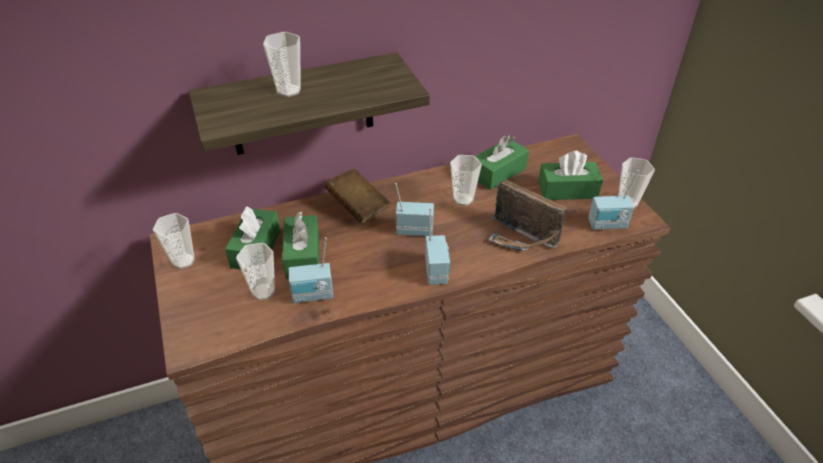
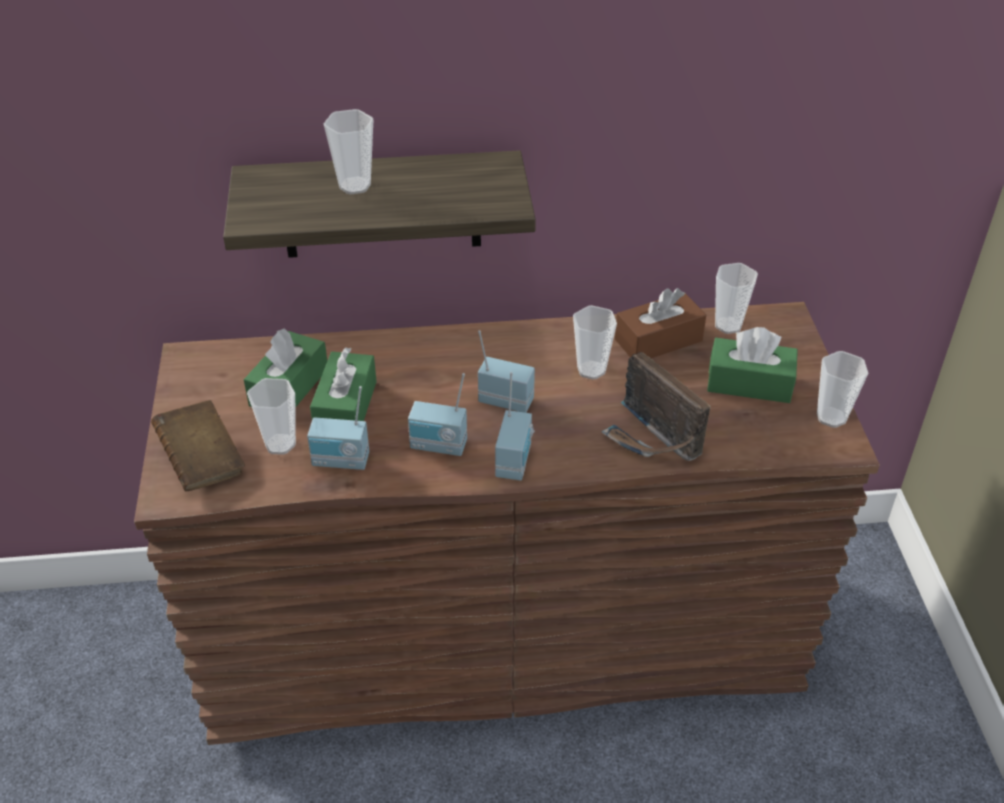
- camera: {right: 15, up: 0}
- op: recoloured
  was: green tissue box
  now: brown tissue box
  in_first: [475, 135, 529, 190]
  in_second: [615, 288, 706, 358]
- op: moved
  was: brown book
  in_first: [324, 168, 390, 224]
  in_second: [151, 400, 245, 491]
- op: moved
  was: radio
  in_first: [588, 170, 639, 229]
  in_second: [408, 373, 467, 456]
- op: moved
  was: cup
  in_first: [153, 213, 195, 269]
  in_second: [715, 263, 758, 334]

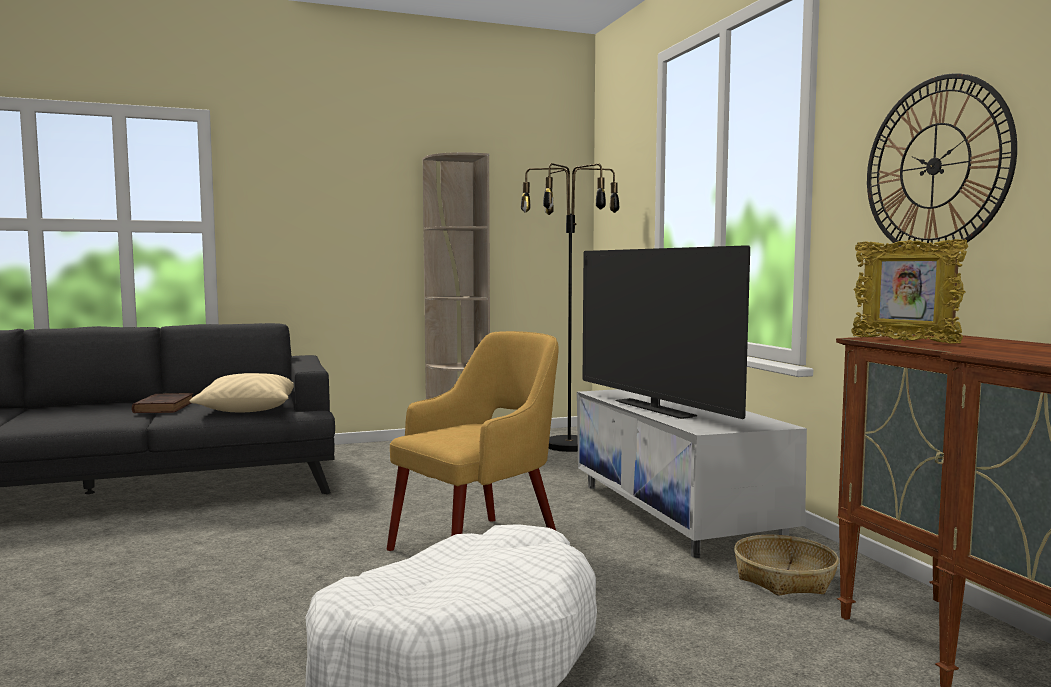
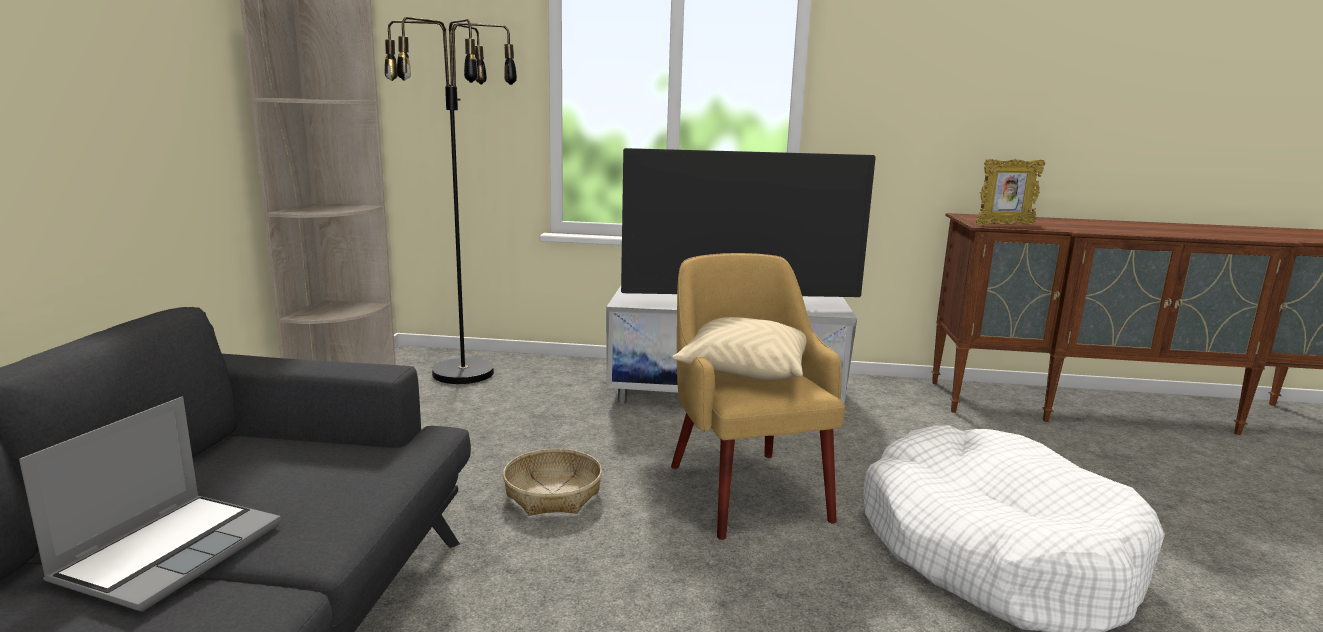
- camera: {right: -65, up: 10}
- op: removed
  was: wall clock
  in_first: [867, 73, 1017, 247]
- op: moved
  was: beige pillow
  in_first: [189, 373, 294, 412]
  in_second: [672, 317, 806, 380]
- op: replaced
  was: brown book
  now: laptop
  in_first: [132, 393, 193, 413]
  in_second: [19, 397, 281, 611]
- op: moved
  was: basket
  in_first: [734, 535, 839, 596]
  in_second: [503, 449, 602, 516]

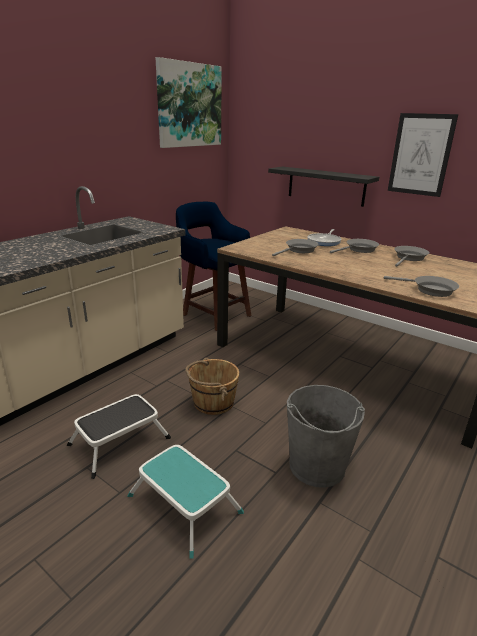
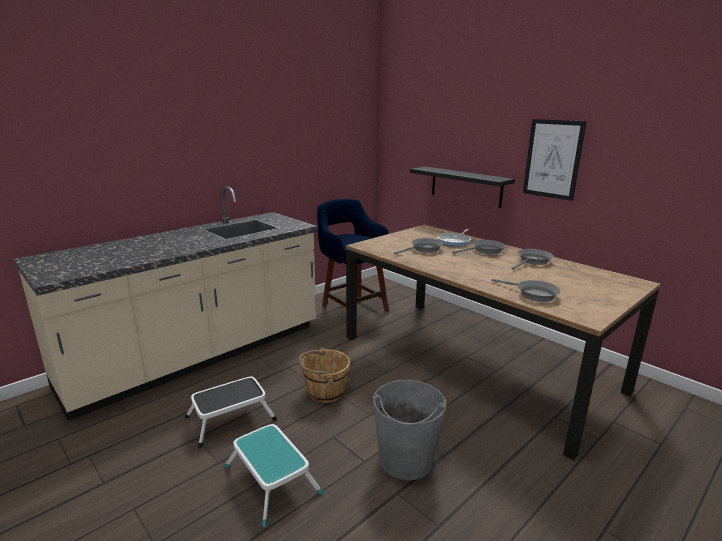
- camera: {right: 10, up: -5}
- op: removed
  was: picture
  in_first: [155, 57, 222, 148]

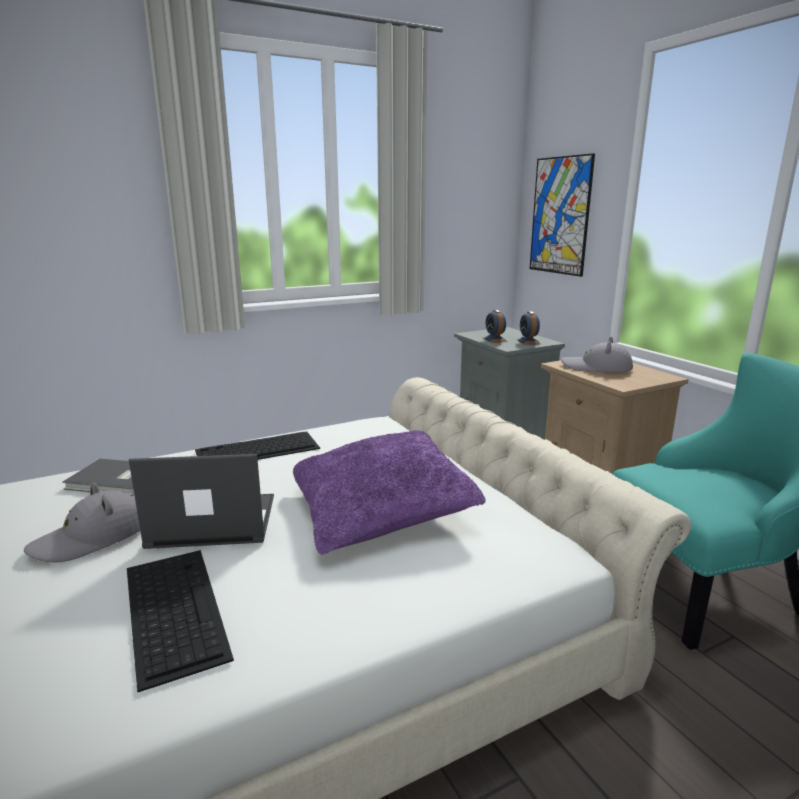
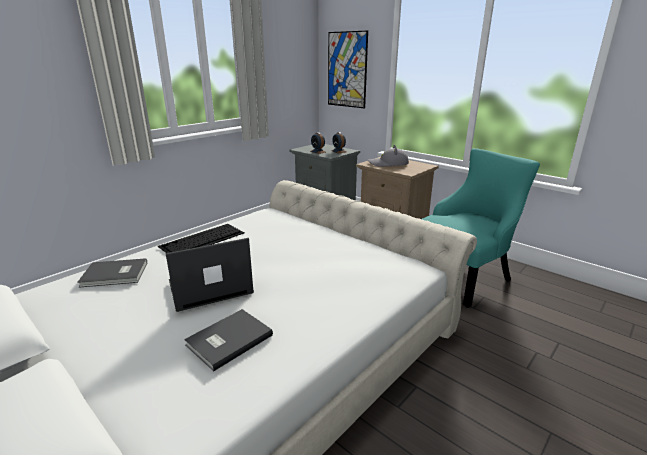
- camera: {right: -20, up: 5}
- op: removed
  was: purple pillow
  in_first: [293, 430, 486, 555]
- op: removed
  was: grey hat
  in_first: [24, 483, 140, 563]
- op: replaced
  was: keyboard
  now: grey book
  in_first: [127, 550, 234, 692]
  in_second: [184, 309, 273, 371]

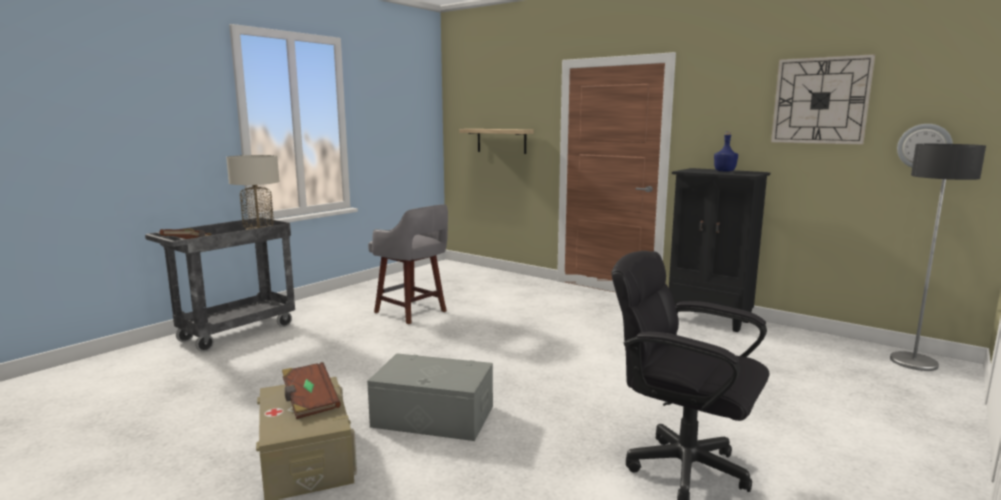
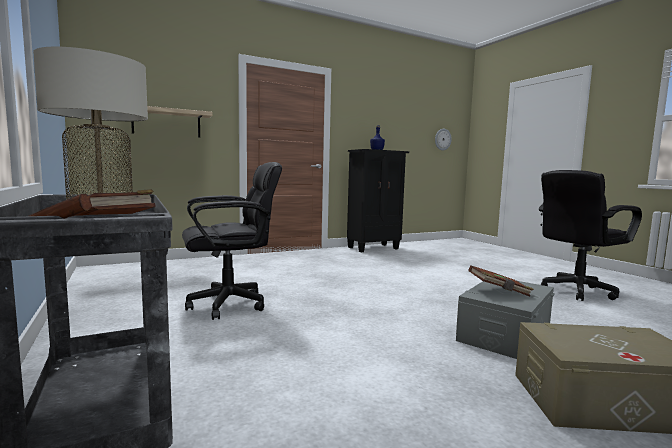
- camera: {right: -65, up: -5}
- op: removed
  was: wall clock
  in_first: [771, 54, 875, 144]
- op: removed
  was: floor lamp
  in_first: [890, 144, 986, 371]
- op: replaced
  was: grey stool
  now: black office chair
  in_first: [368, 204, 448, 324]
  in_second: [182, 162, 282, 320]
- op: moved
  was: brown book
  in_first: [282, 362, 341, 419]
  in_second: [469, 266, 534, 297]

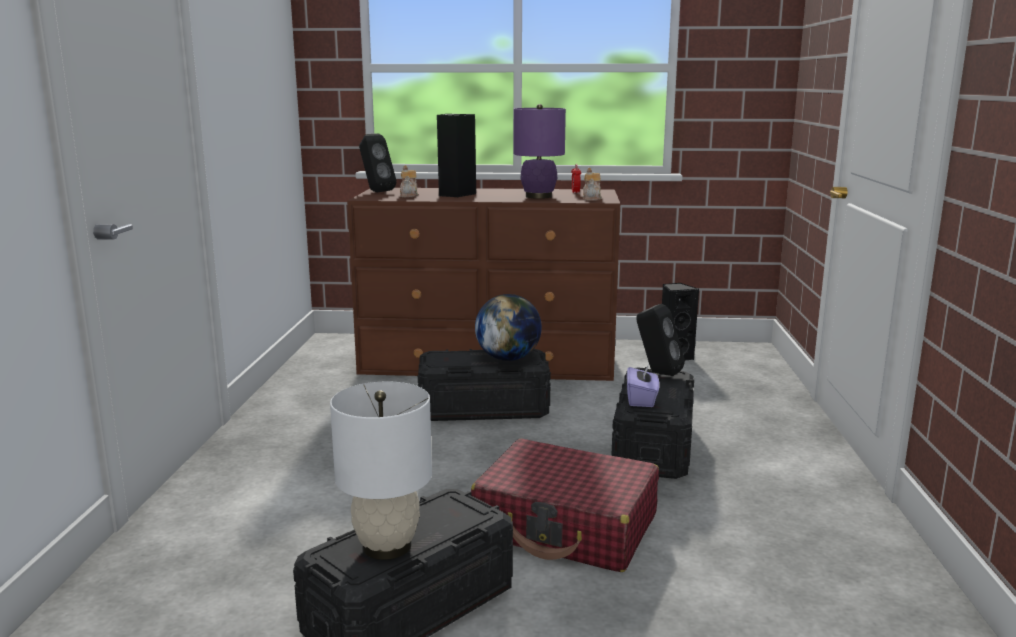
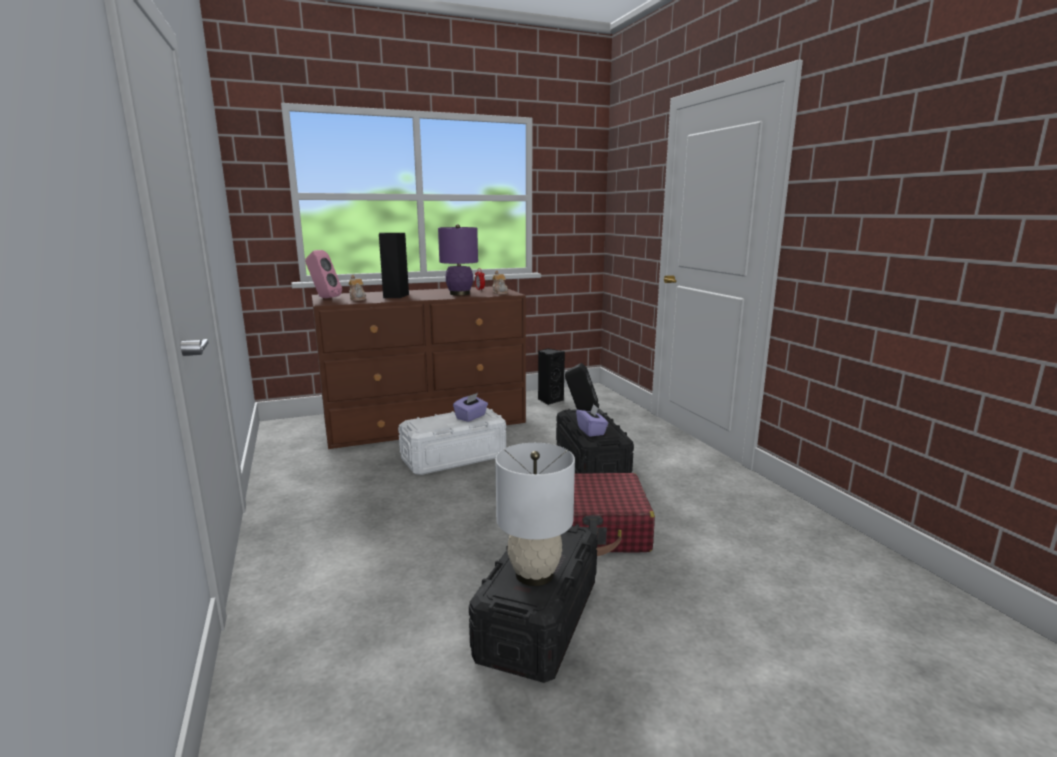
- camera: {right: -25, up: 0}
- op: recoloured
  was: black speaker
  now: pink speaker
  in_first: [359, 133, 397, 192]
  in_second: [305, 250, 342, 298]
- op: replaced
  was: globe
  now: purple tissue box
  in_first: [475, 294, 542, 361]
  in_second: [453, 393, 488, 422]
- op: recoloured
  was: black storage box
  now: white storage box
  in_first: [418, 349, 551, 421]
  in_second: [398, 408, 506, 475]

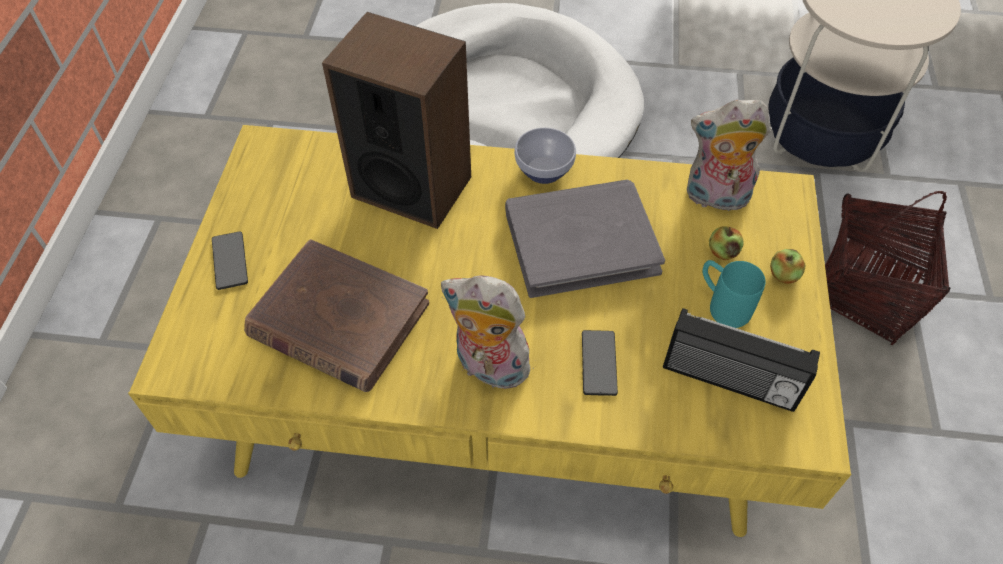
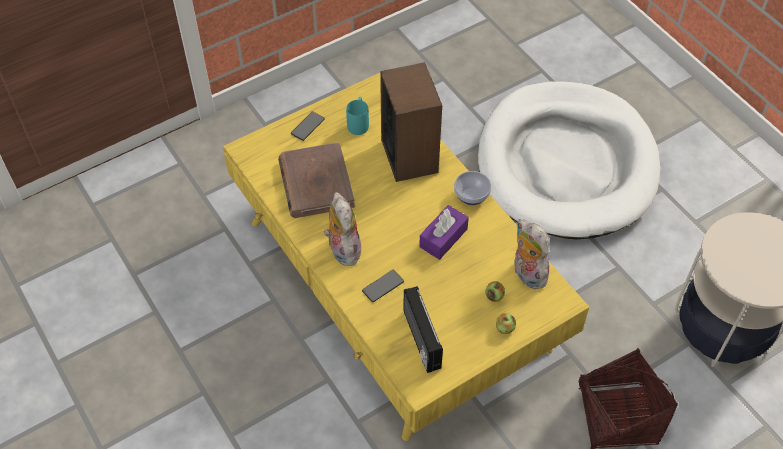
- camera: {right: 50, up: 0}
- op: replaced
  was: grey book
  now: purple tissue box
  in_first: [505, 180, 665, 298]
  in_second: [419, 205, 469, 260]
- op: moved
  was: turquoise mug
  in_first: [702, 260, 766, 328]
  in_second: [346, 96, 369, 135]

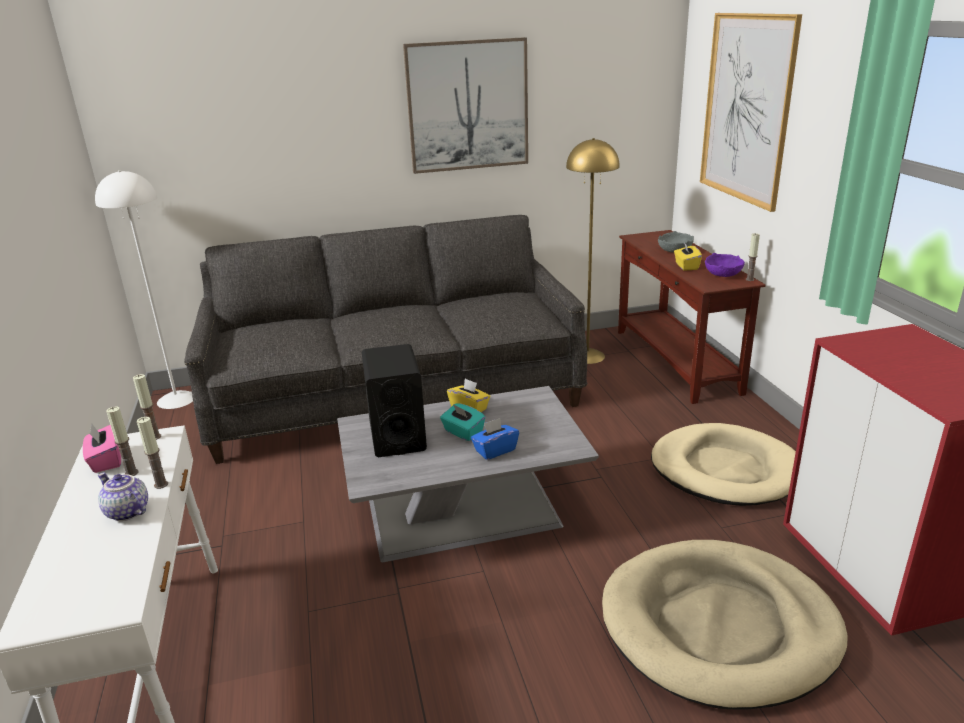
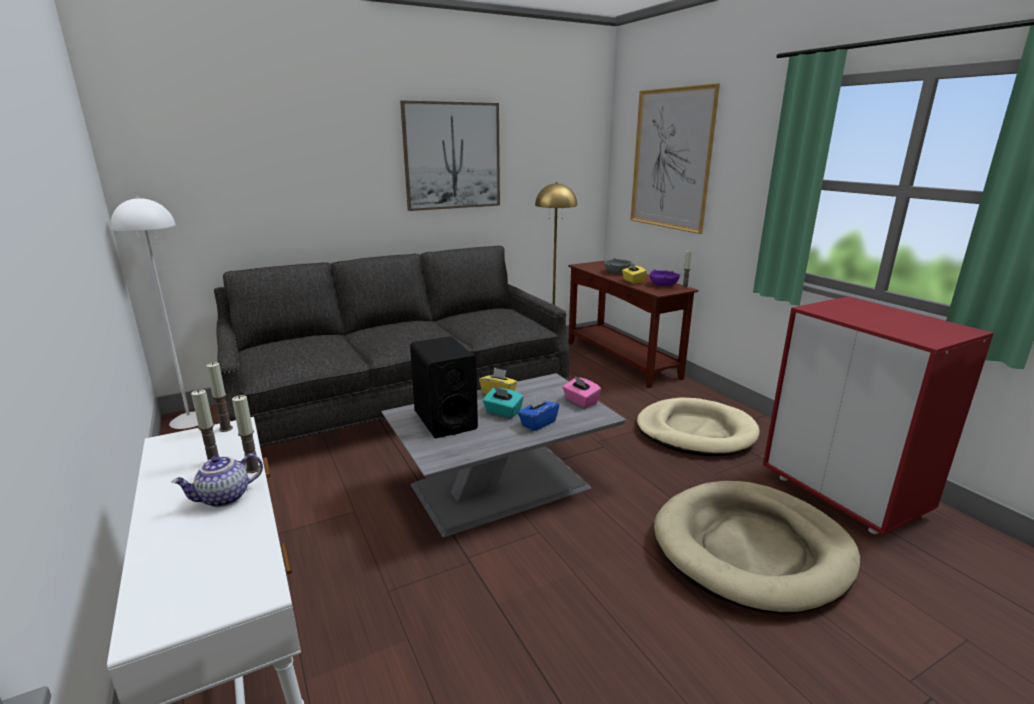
- camera: {right: -15, up: -5}
- op: moved
  was: pink tissue box
  in_first: [83, 423, 121, 473]
  in_second: [562, 375, 601, 408]
- op: turned
  was: teapot
  in_first: [98, 473, 148, 521]
  in_second: [171, 454, 263, 507]
  clockwise: -60

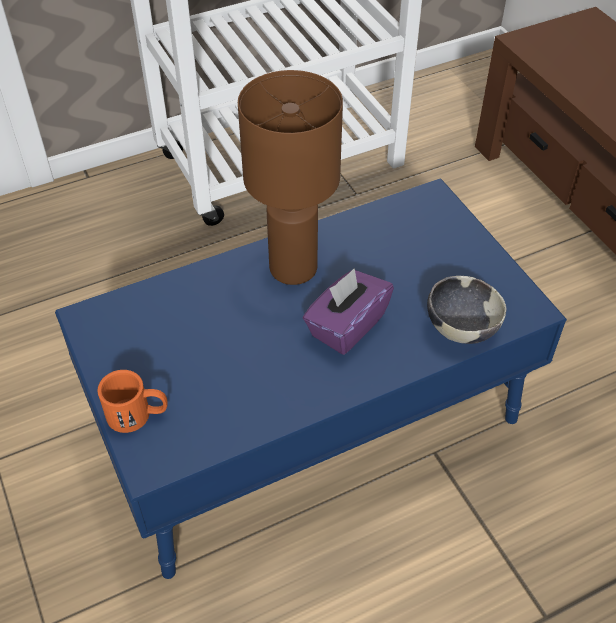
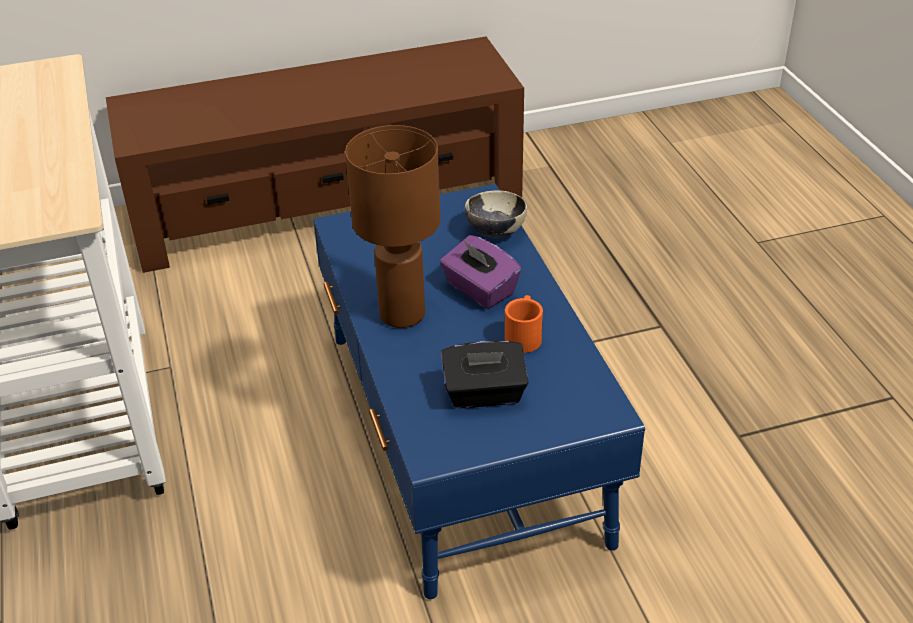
- camera: {right: -80, up: -10}
- op: moved
  was: orange mug
  in_first: [97, 370, 168, 433]
  in_second: [505, 295, 543, 353]
- op: added
  now: black tissue box
  in_second: [441, 341, 528, 408]

